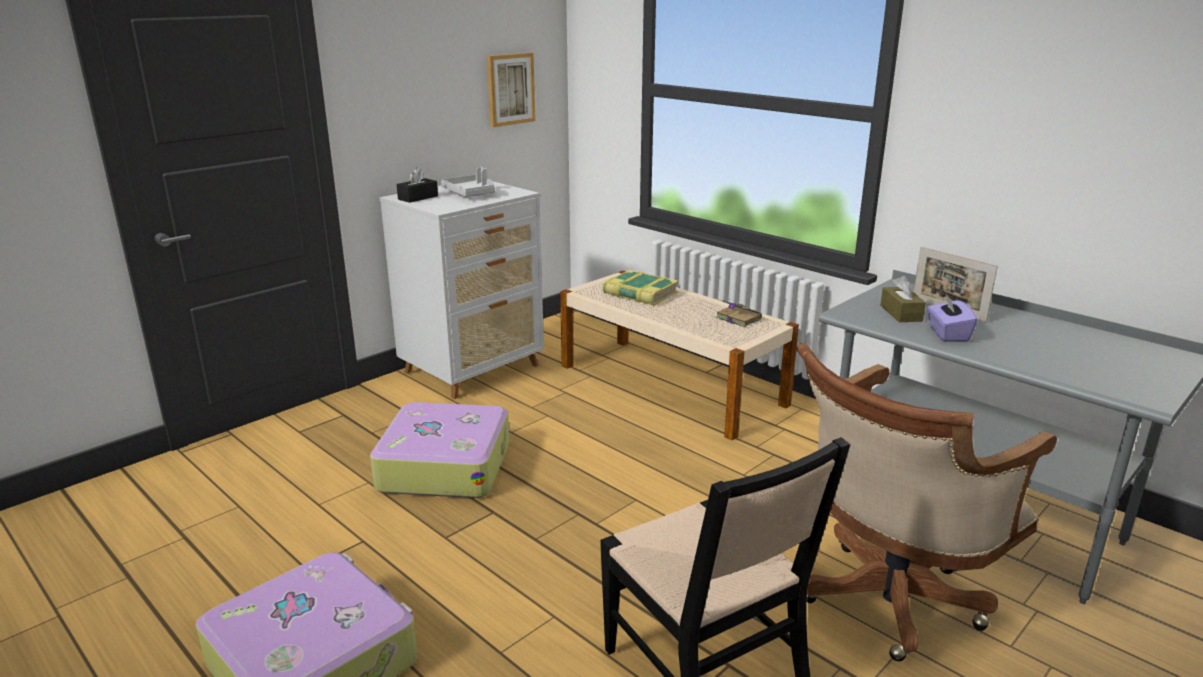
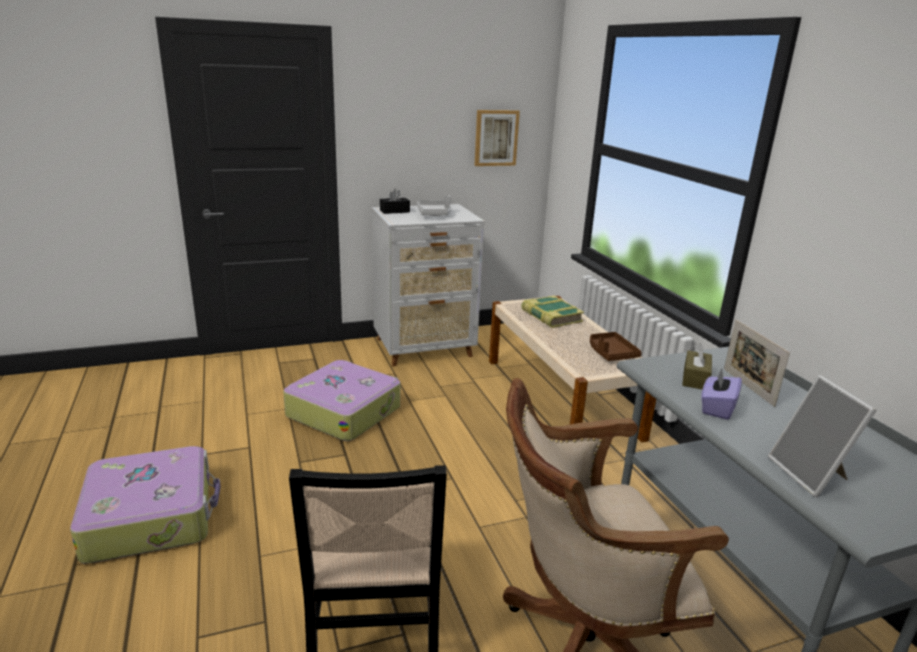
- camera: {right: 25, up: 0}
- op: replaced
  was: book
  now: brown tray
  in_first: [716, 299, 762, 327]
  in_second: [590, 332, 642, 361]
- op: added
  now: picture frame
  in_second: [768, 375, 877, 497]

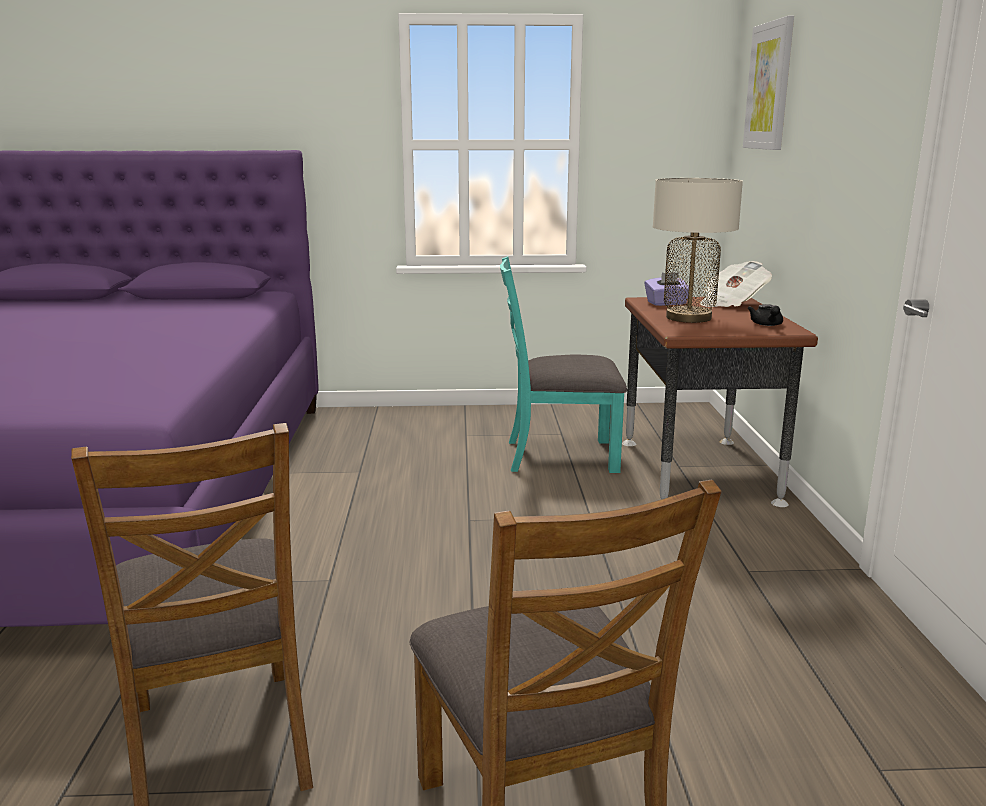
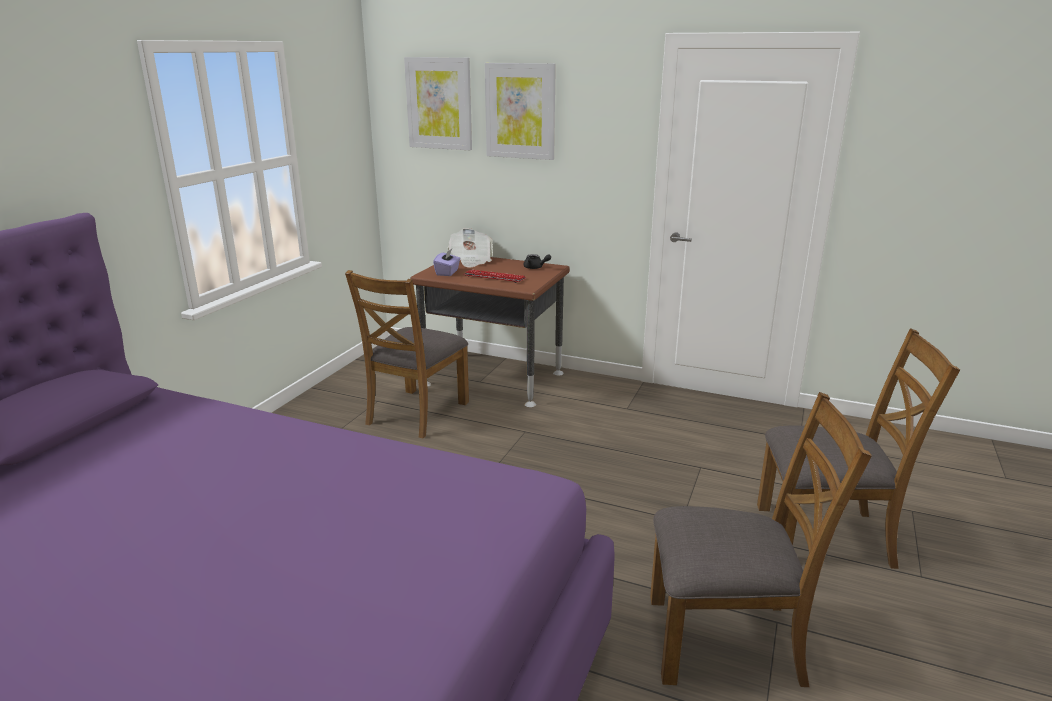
- camera: {right: -65, up: 5}
- op: replaced
  was: table lamp
  now: keyboard
  in_first: [653, 178, 743, 323]
  in_second: [464, 270, 526, 283]
- op: recoloured
  was: turquoise chair
  now: brown chair
  in_first: [500, 256, 627, 473]
  in_second: [345, 270, 469, 438]
- op: added
  now: picture
  in_second: [485, 63, 556, 160]

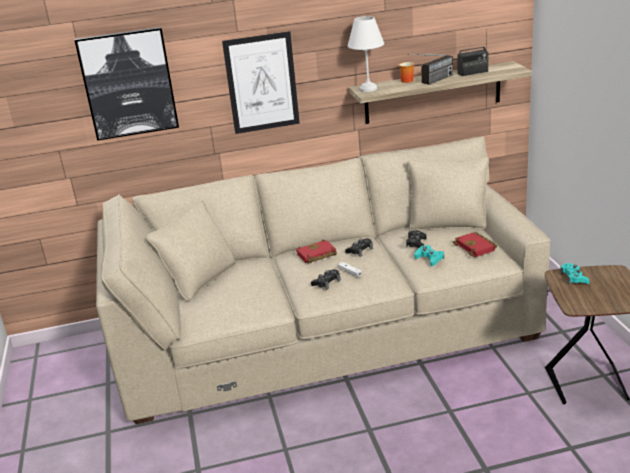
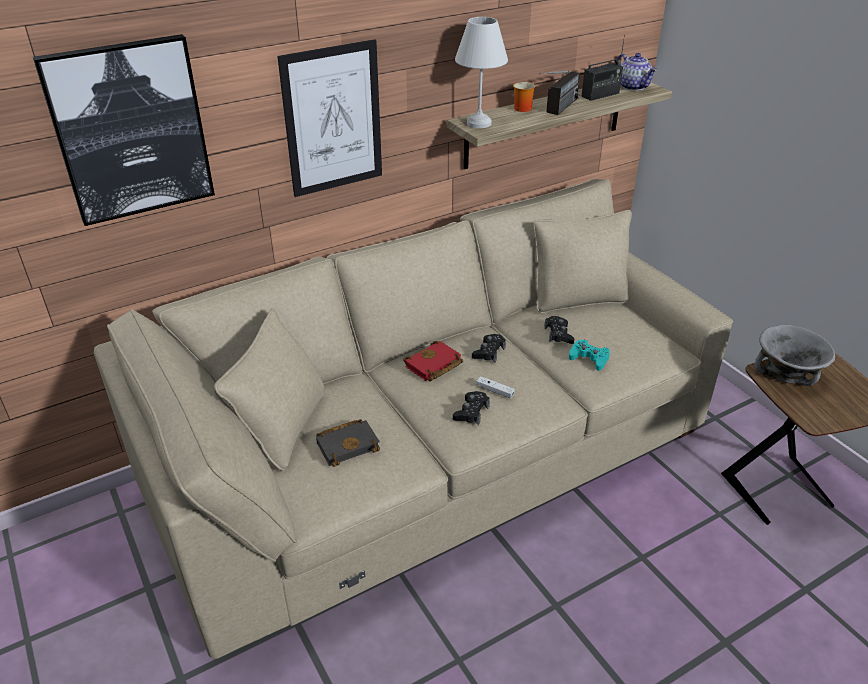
- camera: {right: -20, up: 10}
- op: removed
  was: red book
  in_first: [453, 232, 497, 257]
- op: replaced
  was: turquoise game controller
  now: grey bowl
  in_first: [560, 263, 590, 285]
  in_second: [755, 325, 835, 386]
- op: added
  now: teapot
  in_second: [617, 53, 657, 91]
- op: added
  now: black book
  in_second: [316, 419, 380, 467]

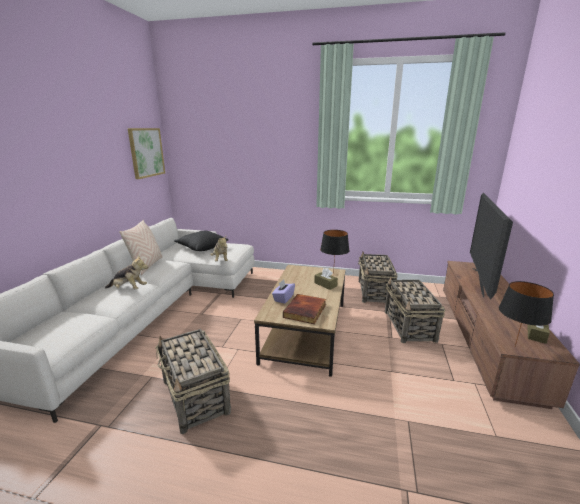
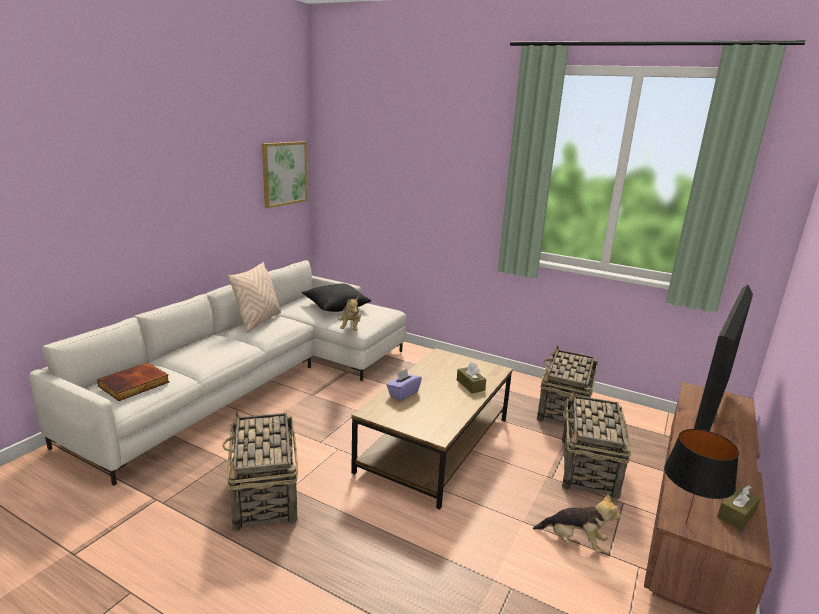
- camera: {right: 15, up: 0}
- op: removed
  was: black table lamp
  in_first: [320, 230, 349, 274]
- op: moved
  was: plush toy
  in_first: [105, 256, 148, 289]
  in_second: [533, 493, 621, 553]
- op: moved
  was: book
  in_first: [283, 294, 326, 324]
  in_second: [97, 362, 169, 401]

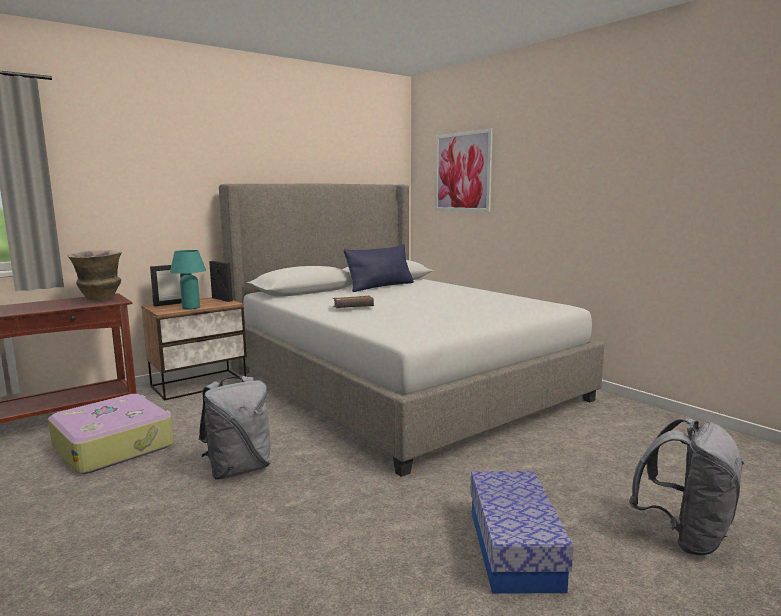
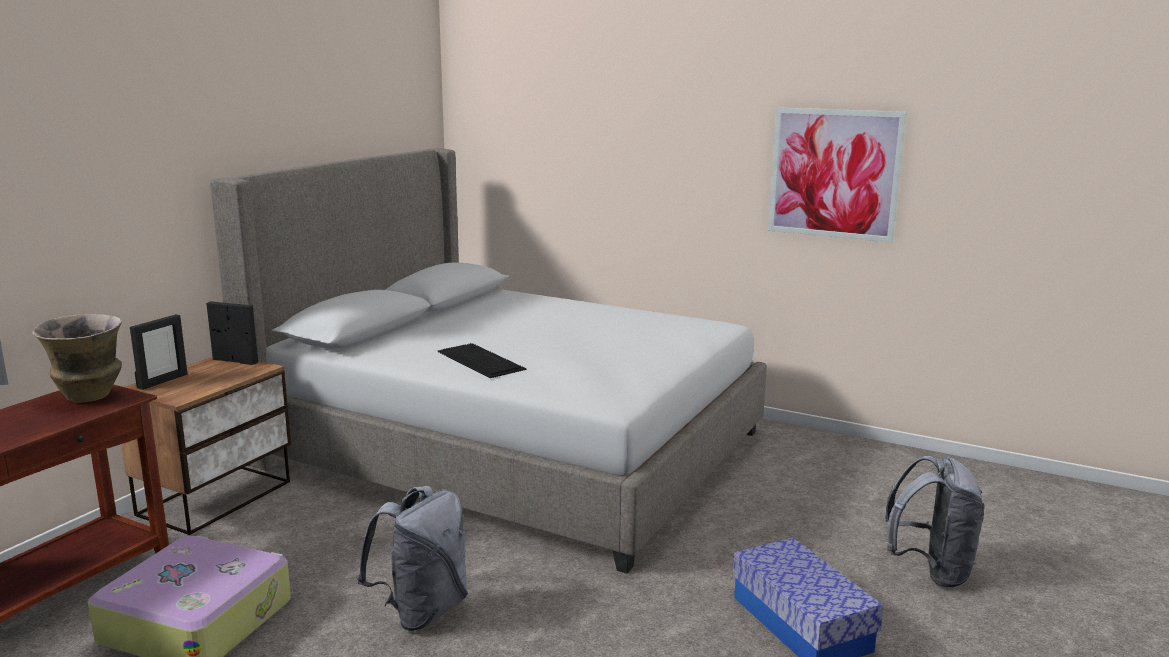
- camera: {right: -25, up: 5}
- op: moved
  was: picture
  in_first: [435, 129, 493, 212]
  in_second: [768, 107, 907, 243]
- op: removed
  was: blue pillow
  in_first: [344, 244, 414, 292]
- op: removed
  was: turquoise table lamp
  in_first: [170, 250, 206, 310]
- op: replaced
  was: brown book
  now: keyboard
  in_first: [333, 295, 374, 308]
  in_second: [438, 343, 526, 378]

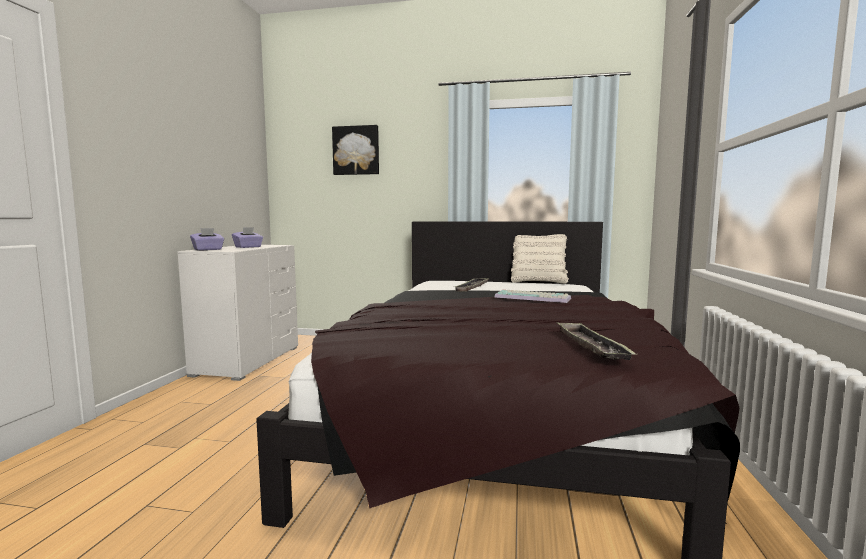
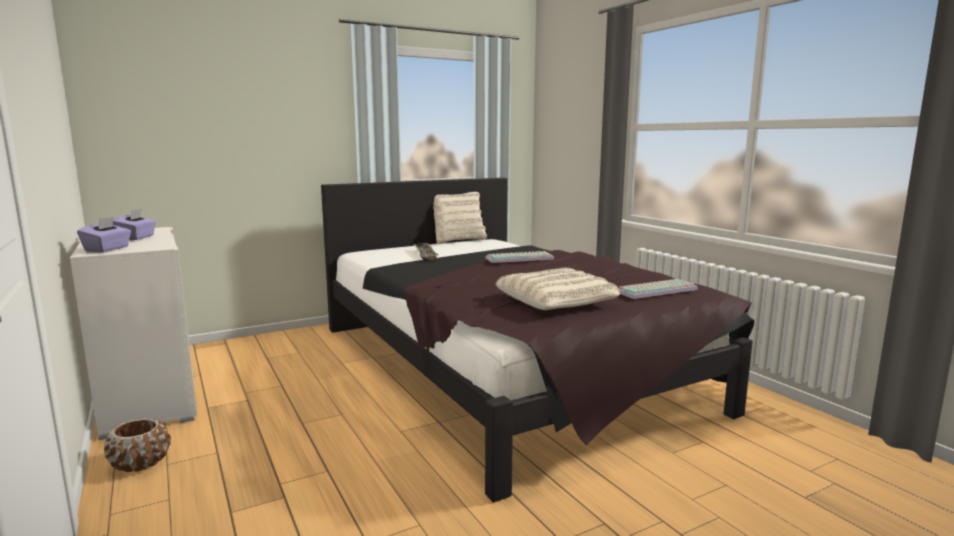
- camera: {right: -40, up: 5}
- op: removed
  was: picture
  in_first: [332, 125, 379, 175]
- op: replaced
  was: tray
  now: keyboard
  in_first: [556, 322, 637, 360]
  in_second: [618, 279, 698, 299]
- op: added
  now: beige pillow
  in_second: [495, 267, 620, 310]
- op: added
  now: brown planter
  in_second: [104, 418, 171, 472]

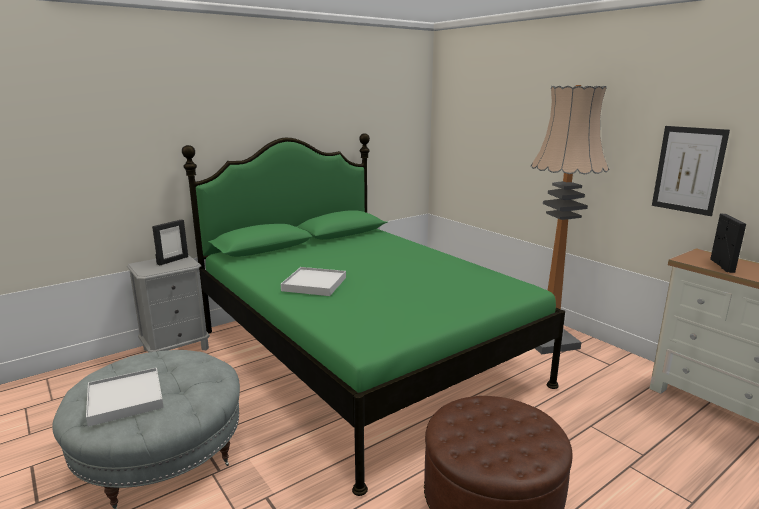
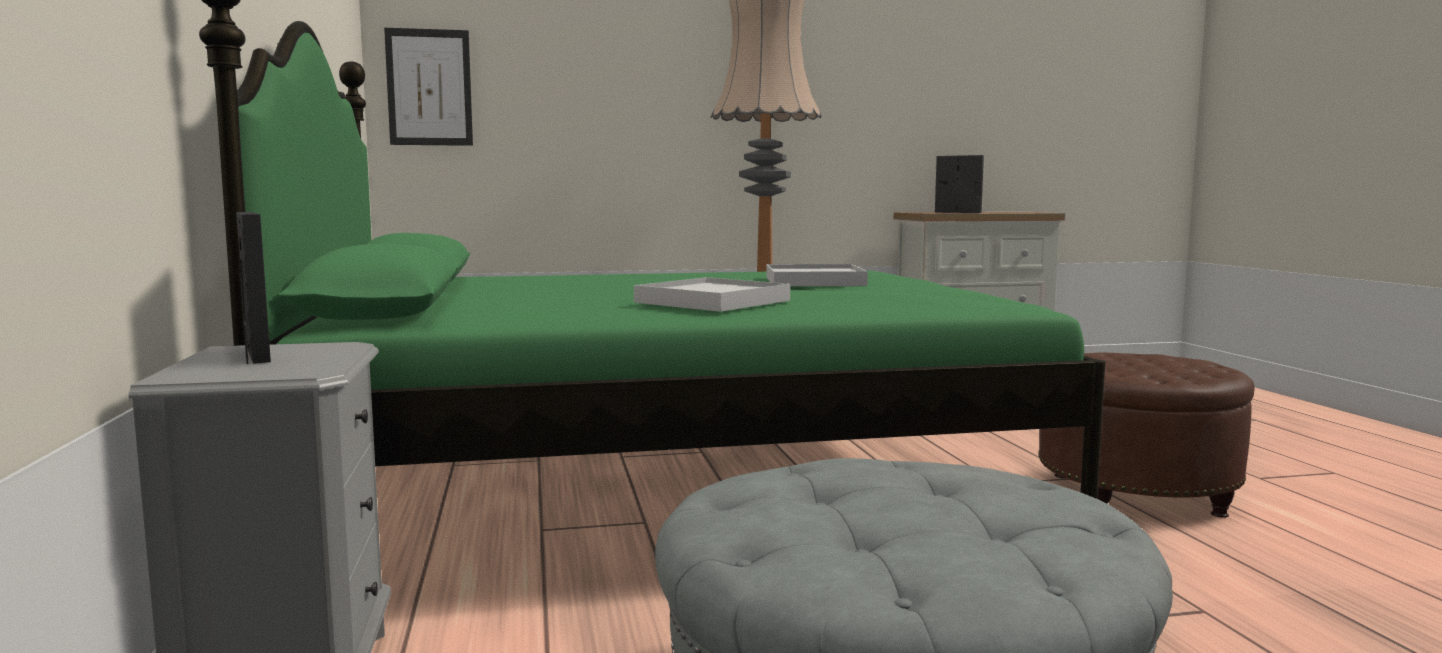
- camera: {right: -65, up: -10}
- op: moved
  was: picture
  in_first: [652, 126, 730, 216]
  in_second: [384, 28, 473, 146]
- op: moved
  was: white tray
  in_first: [86, 368, 164, 427]
  in_second: [767, 264, 868, 286]

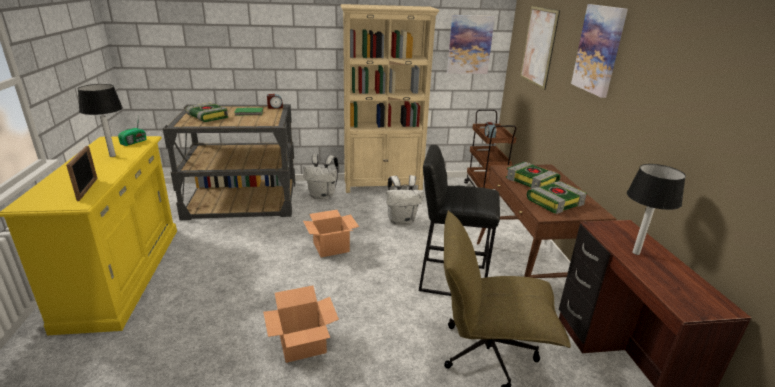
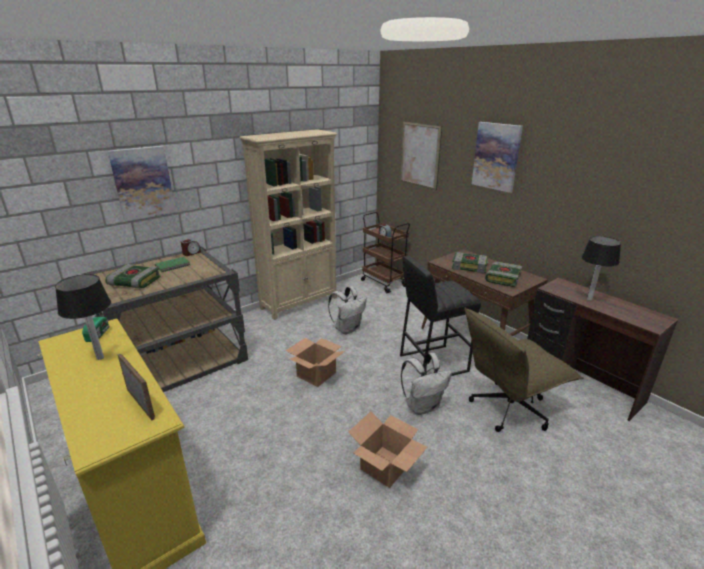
- camera: {right: -30, up: 0}
- op: moved
  was: picture
  in_first: [447, 15, 495, 74]
  in_second: [108, 146, 176, 221]
- op: moved
  was: white backpack
  in_first: [304, 154, 338, 199]
  in_second: [401, 353, 452, 415]

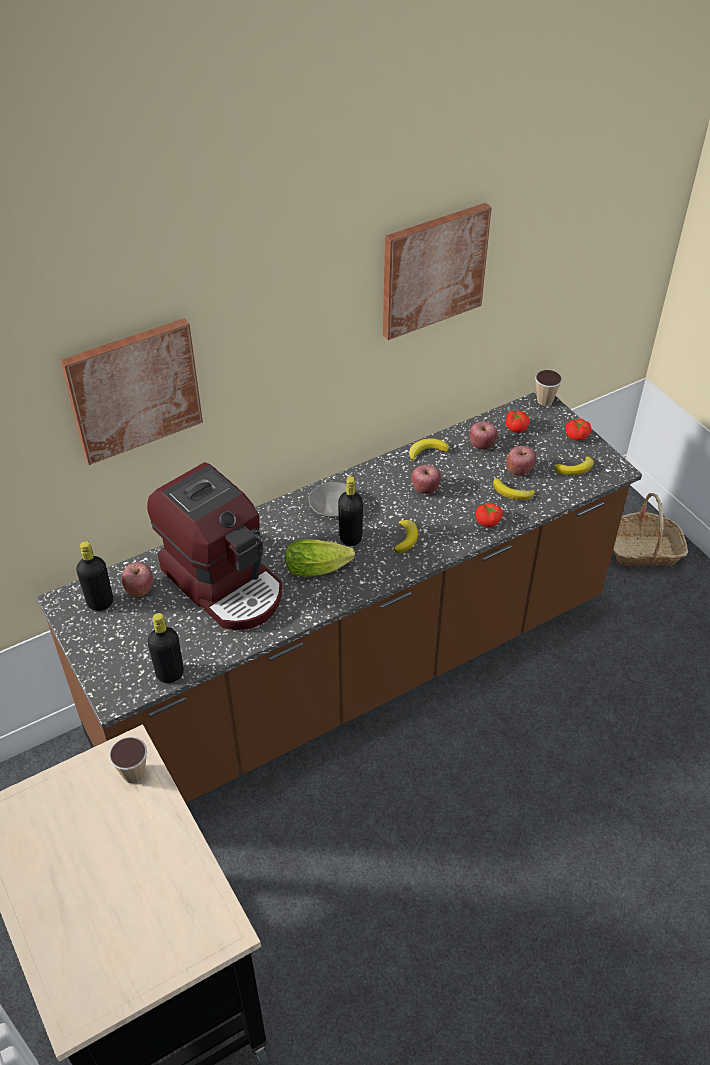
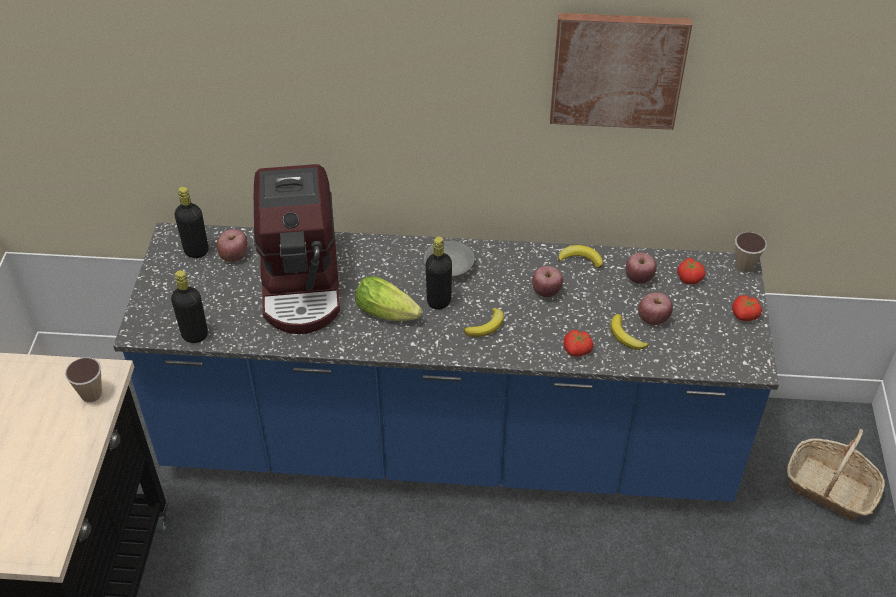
- camera: {right: 35, up: 0}
- op: removed
  was: picture
  in_first: [60, 318, 203, 465]
- op: recoloured
  was: brown counter
  now: blue counter
  in_first: [36, 392, 642, 803]
  in_second: [113, 223, 779, 502]
- op: removed
  was: banana
  in_first: [555, 456, 594, 475]

